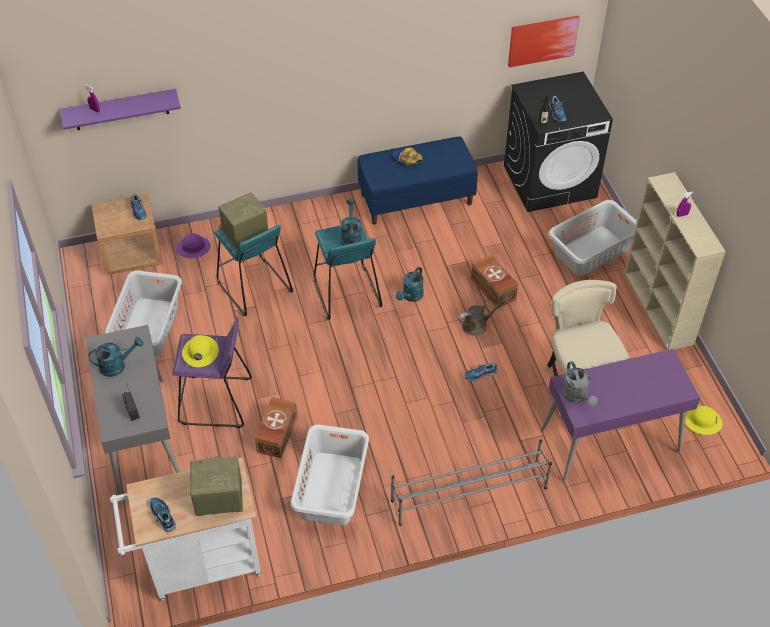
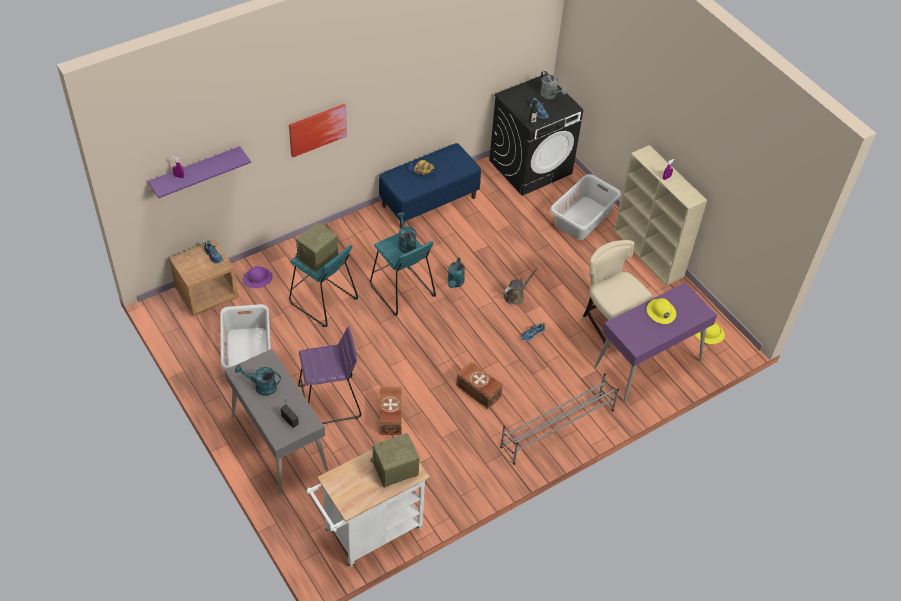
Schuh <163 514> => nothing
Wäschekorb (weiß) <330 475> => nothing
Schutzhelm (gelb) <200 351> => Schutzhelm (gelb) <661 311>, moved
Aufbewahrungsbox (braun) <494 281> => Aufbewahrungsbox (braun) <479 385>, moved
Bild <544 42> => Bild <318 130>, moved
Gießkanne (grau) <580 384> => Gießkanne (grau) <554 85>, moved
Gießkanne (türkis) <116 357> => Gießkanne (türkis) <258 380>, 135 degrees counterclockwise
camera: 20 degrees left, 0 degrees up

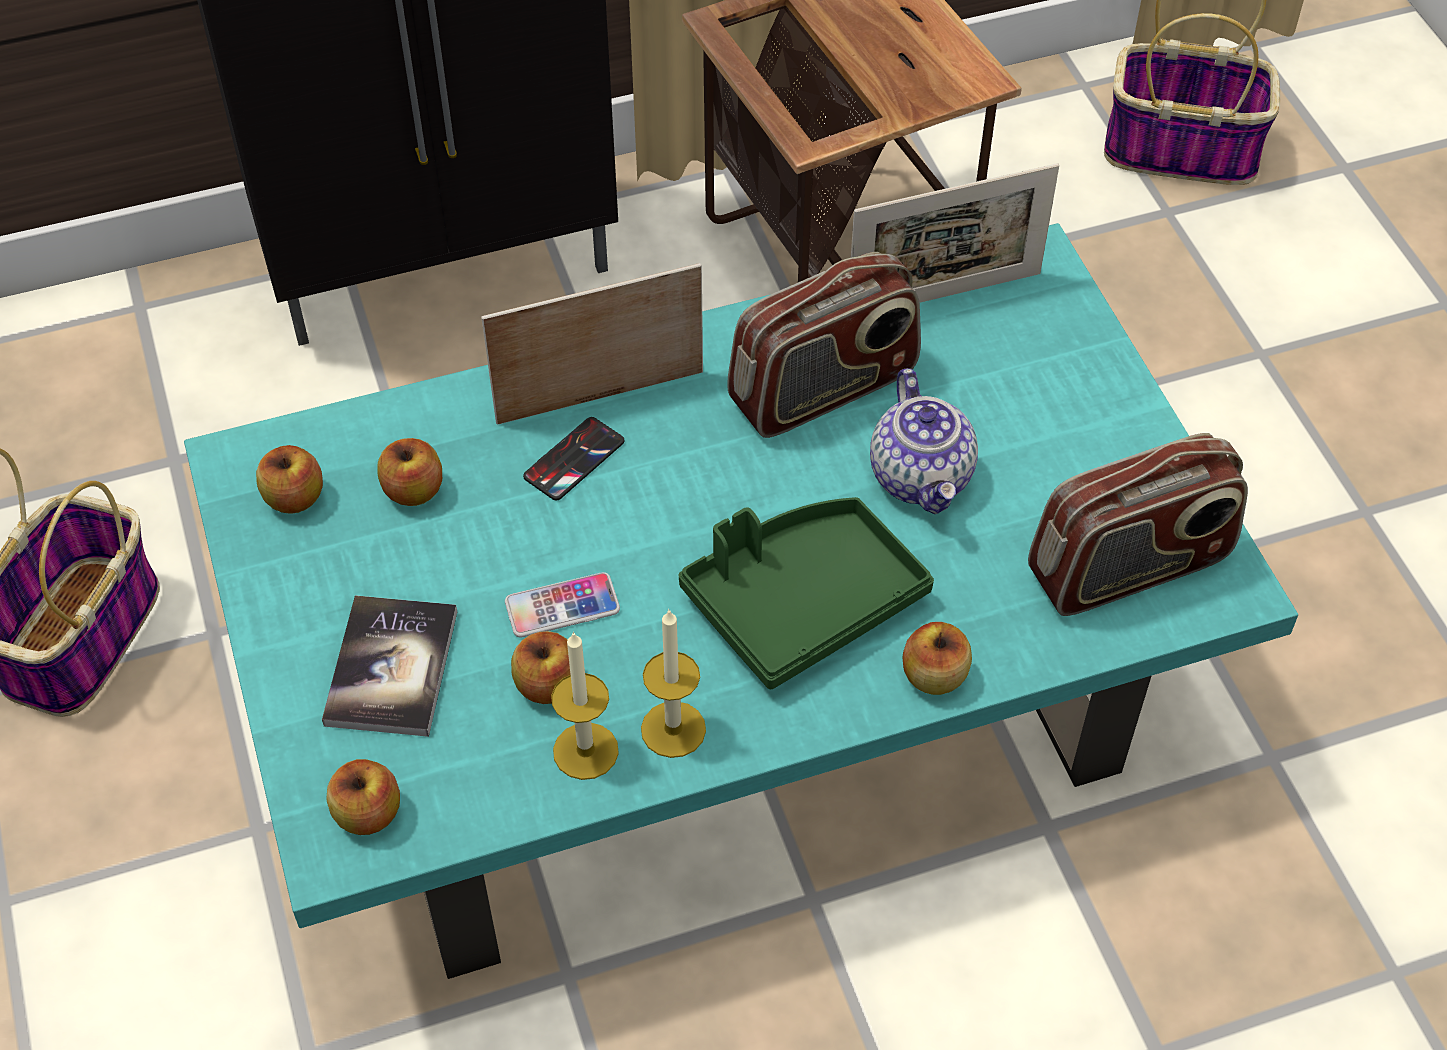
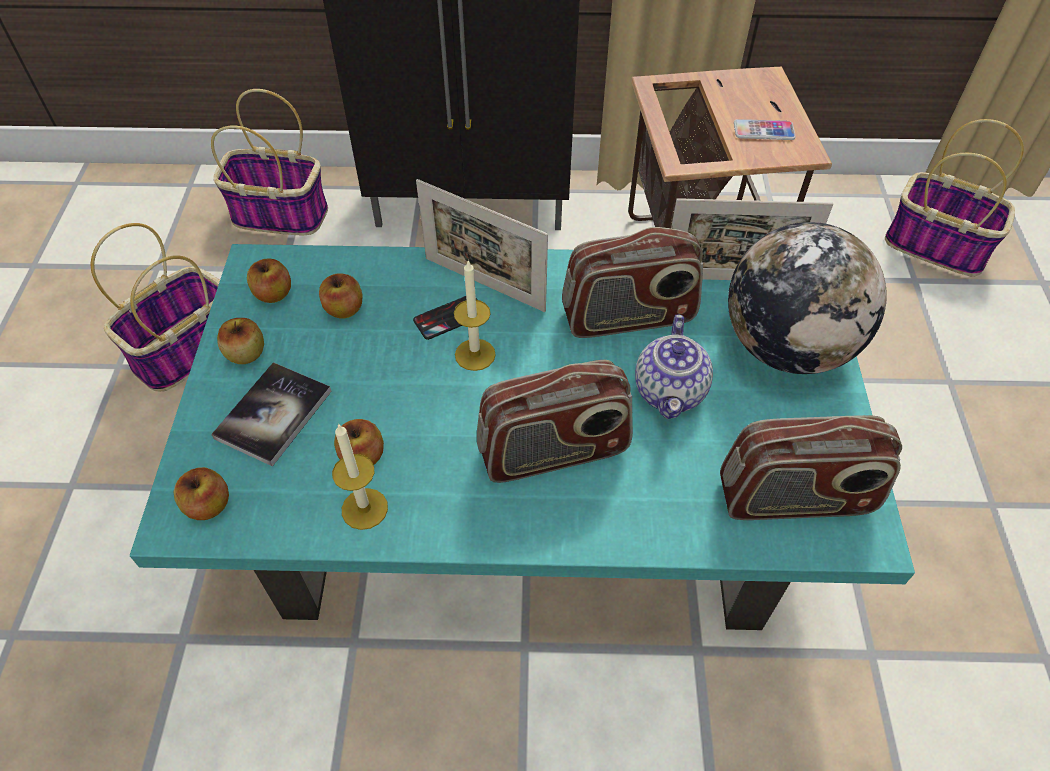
nothing => Korb <269 162>
nothing => Globus <807 298>
Handy <562 605> => Handy <765 129>, moved
Kerze <673 683> => Kerze <475 315>, moved
Apfel <937 658> => Apfel <240 341>, moved
Tablett (grün) <806 593> => Radio <555 421>
Bilderrahmen <592 343> => Bilderrahmen <482 245>, 150 degrees counterclockwise
camera: 20 degrees right, 0 degrees up

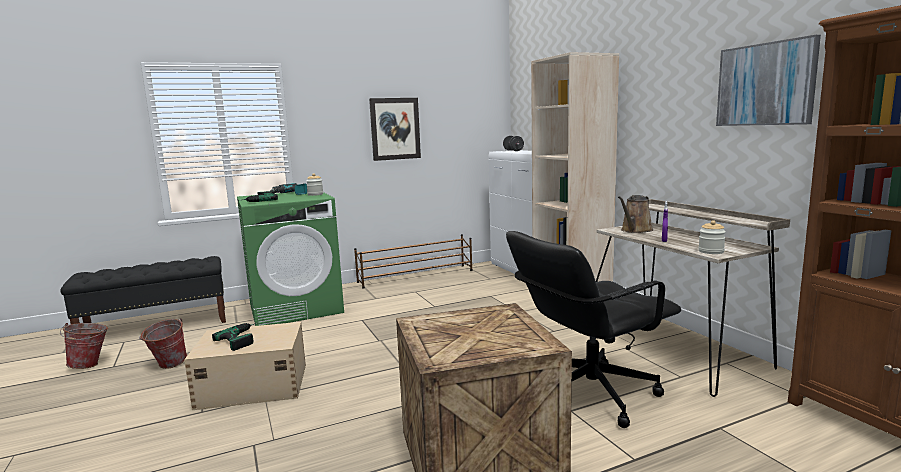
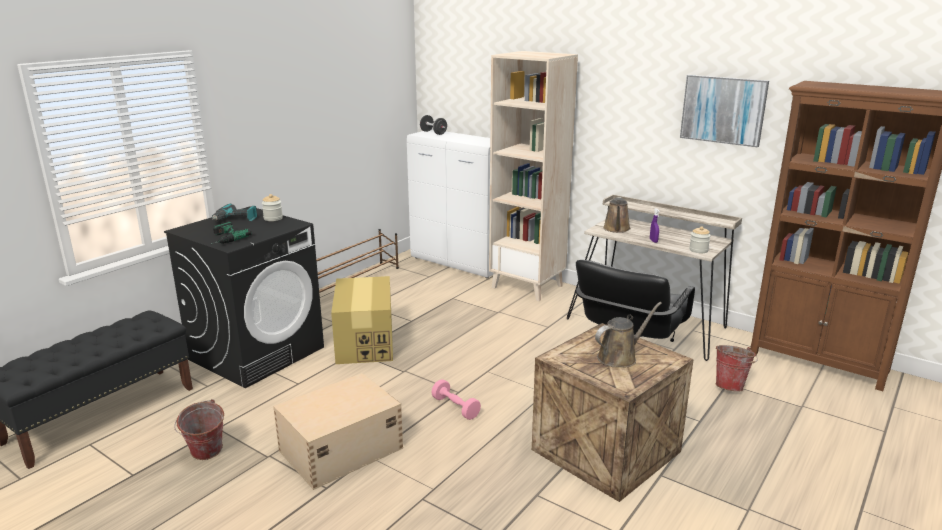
Bohrmaschine <235 336> => nothing
Bild <395 129> => nothing
nothing => Karton <362 320>
nothing => Hantel (rosa) <456 399>
nothing => Gießkanne (braun) <628 335>
Eimer <84 346> => Eimer <737 368>, moved
Waschmaschine (grün) <290 259> => Waschmaschine (schwarz) <244 297>
camera: 30 degrees left, 10 degrees up

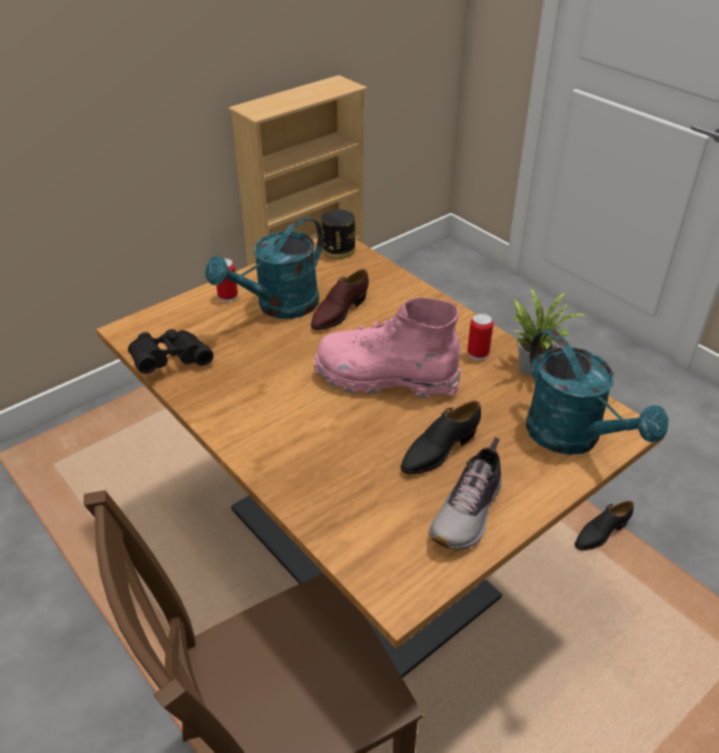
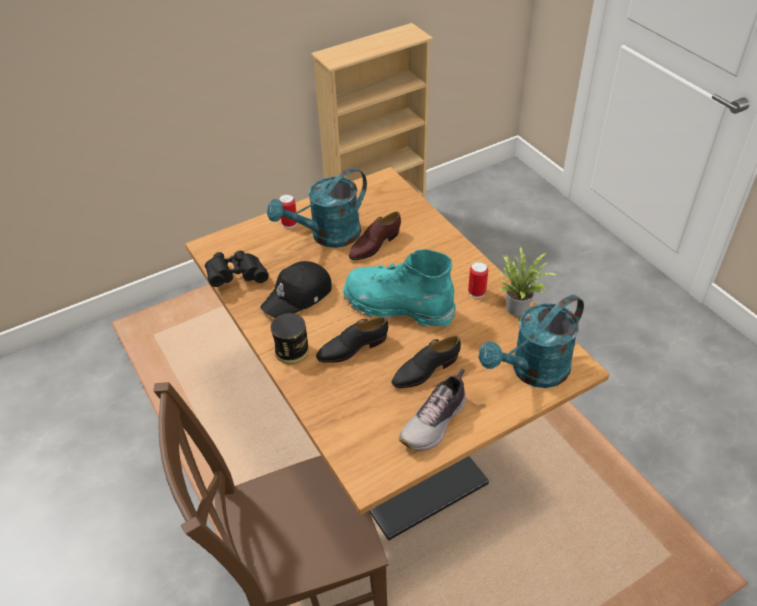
nothing => Kappe (schwarz) <296 289>
Dose <338 234> => Dose <289 338>, moved
Schuh (schwarz) <604 525> => Schuh (schwarz) <352 340>, moved
Stiefel (rosa) <387 348> => Stiefel (türkis) <399 288>
Gießkanne (türkis) <597 392> => Gießkanne (türkis) <531 341>, 75 degrees clockwise
camera: 10 degrees right, 5 degrees up

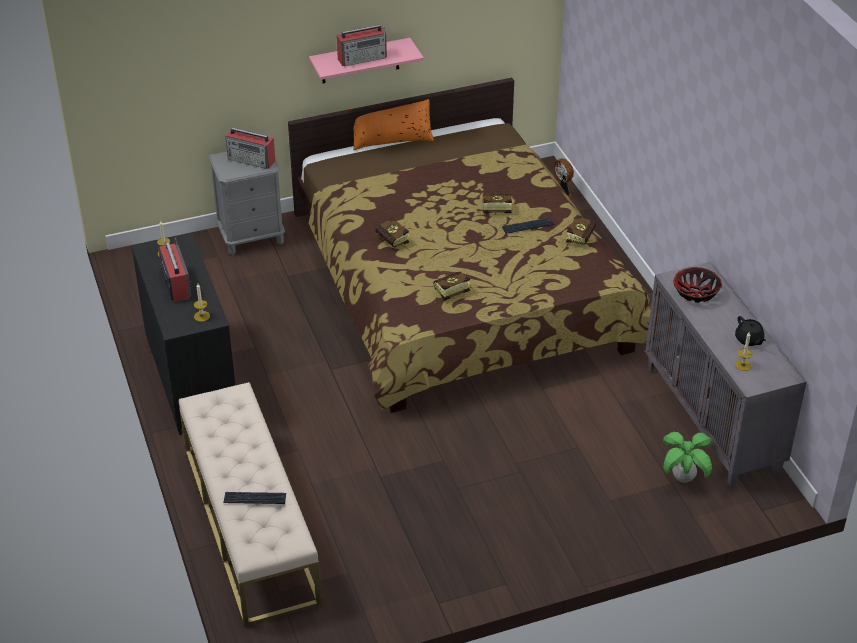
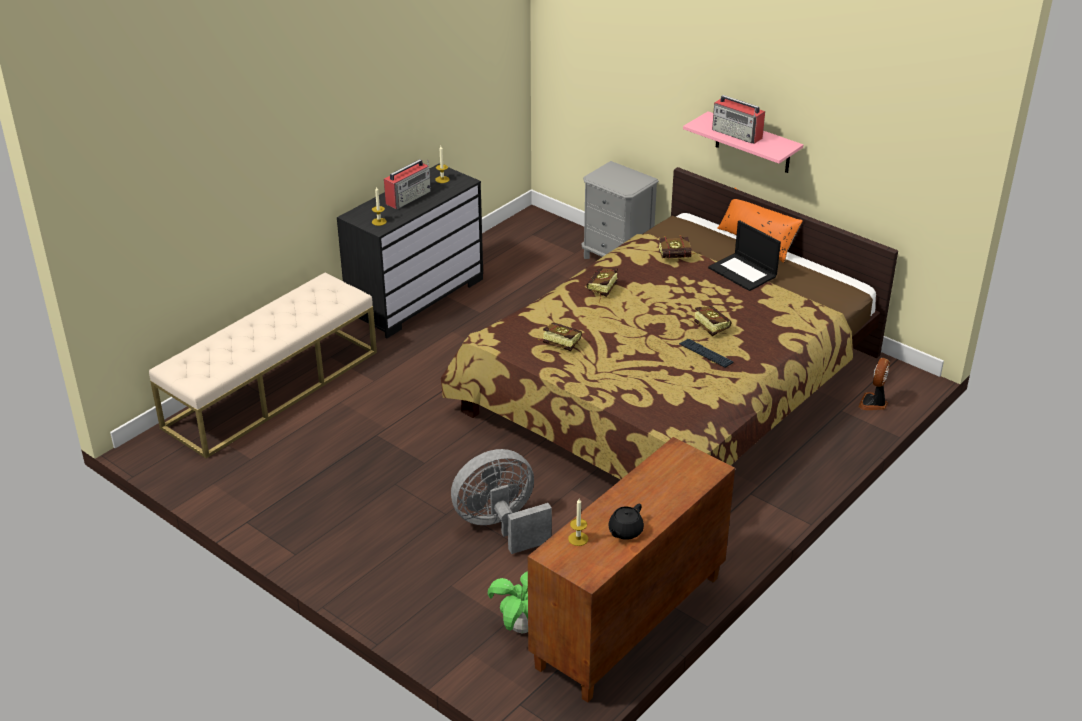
Tastatur <254 498> => nothing
Radio <250 148> => nothing
Schüssel <697 285> => nothing
nothing => Ventilator (grau) <501 501>
nothing => Laptop <744 255>
Buch <581 230> => Buch <677 246>, moved
Schrank (grau) <726 375> => Schrank (braun) <631 569>
camera: 60 degrees right, 5 degrees down

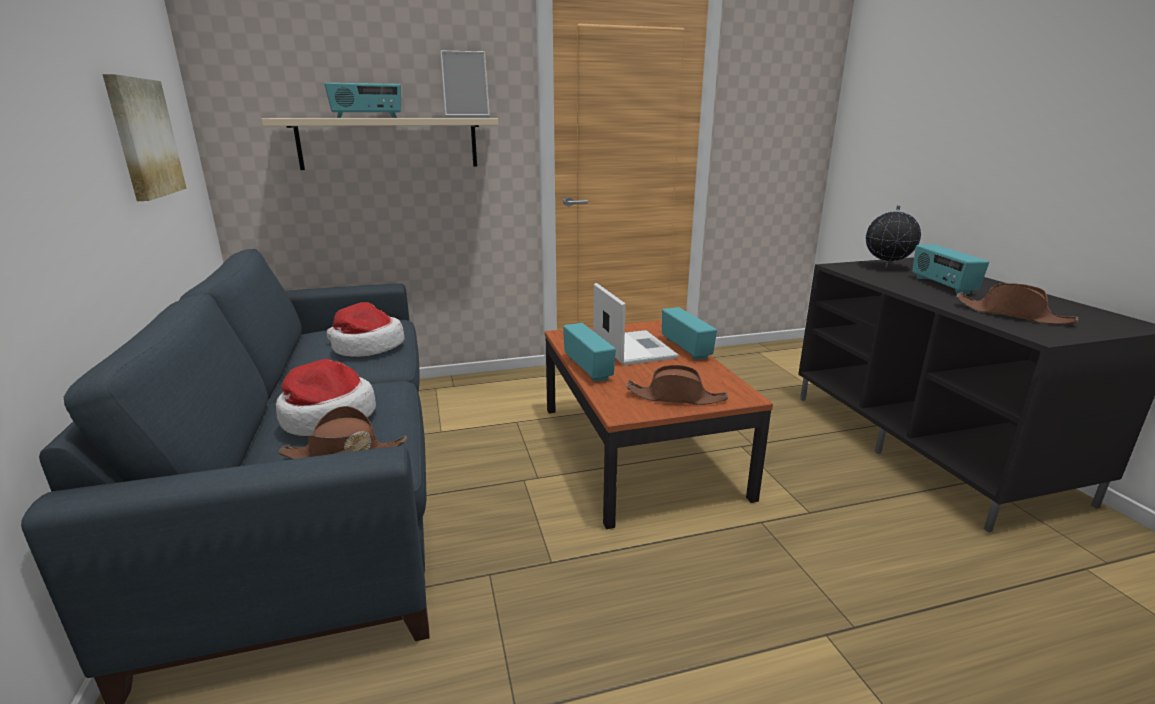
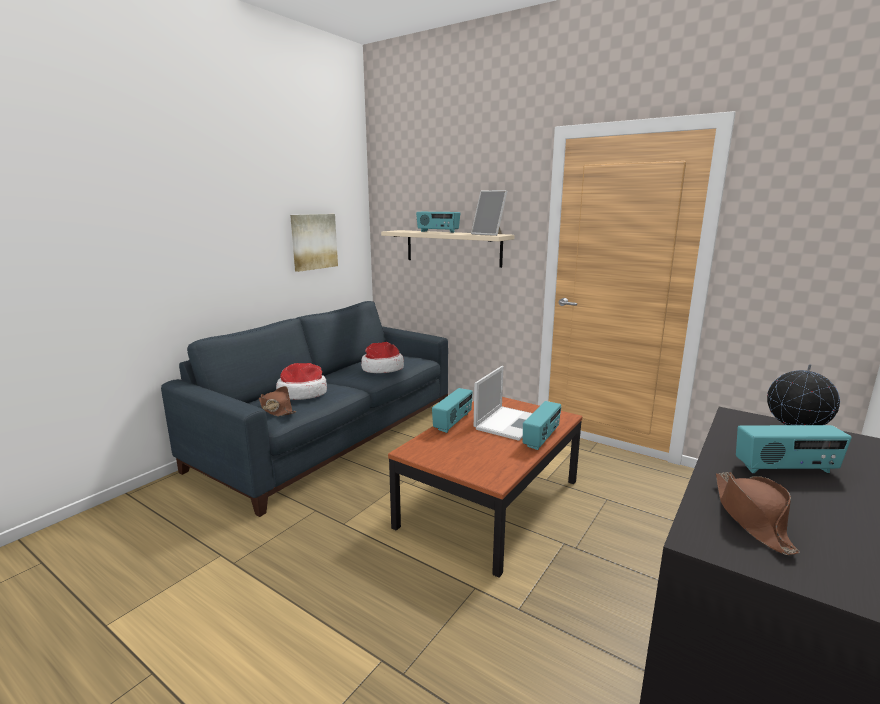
Hut (braun) <677 385> => nothing
Radio <950 269> => Radio <794 449>, 135 degrees counterclockwise
camera: 50 degrees right, 5 degrees down

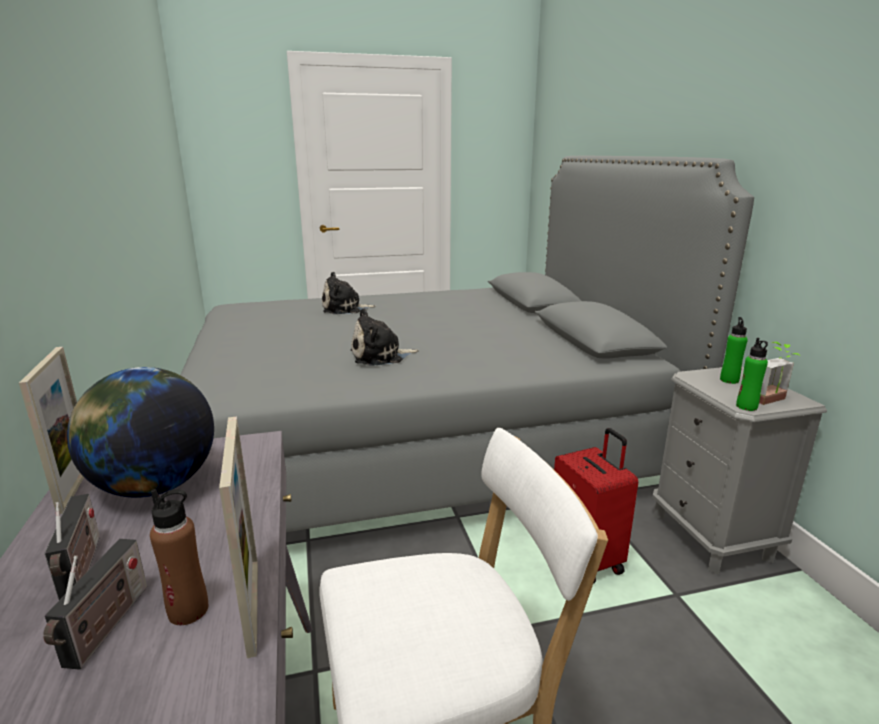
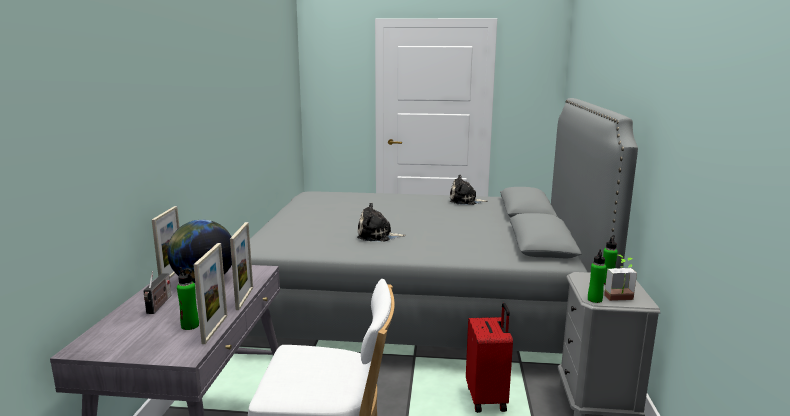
Radio <95 604> => nothing
nothing => Bilderrahmen <241 266>
Plüschtier <349 293> => Plüschtier <469 190>, moved
Flasche (braun) <179 557> => Flasche (grün) <188 298>
camera: 20 degrees right, 5 degrees down

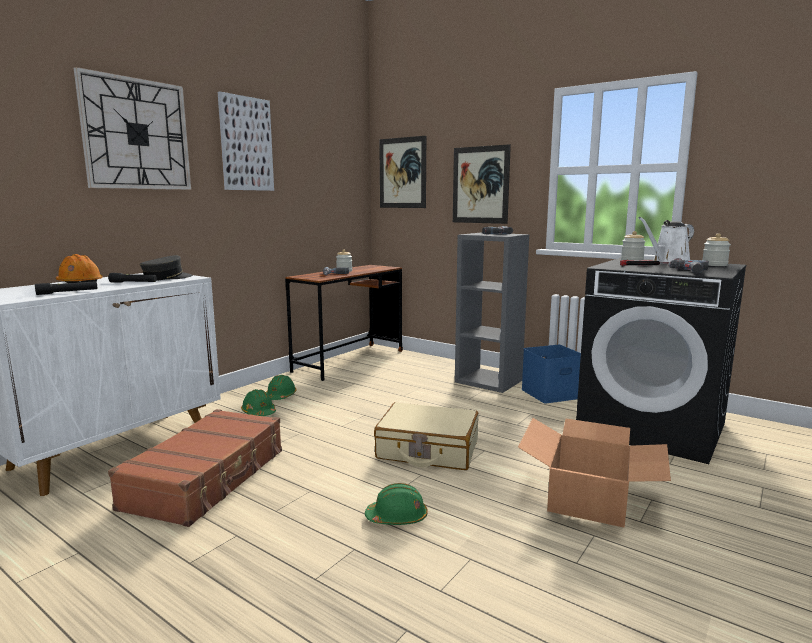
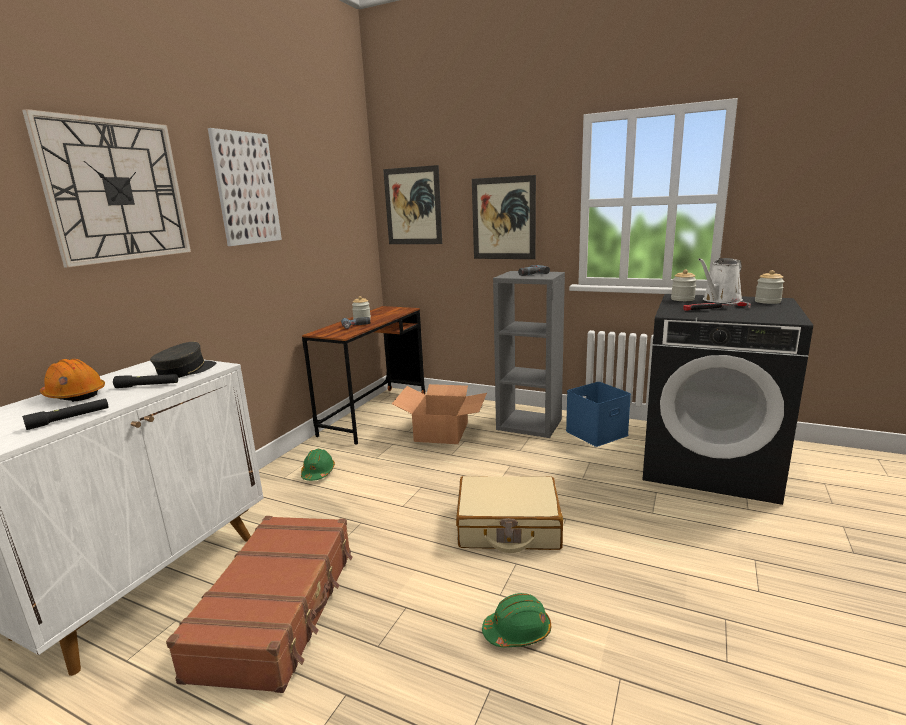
Schutzhelm (grün) <258 402> => nothing
Bohrmaschine <688 267> => nothing
Karton <594 473> => Karton <439 414>, moved
camera: 10 degrees left, 5 degrees up

